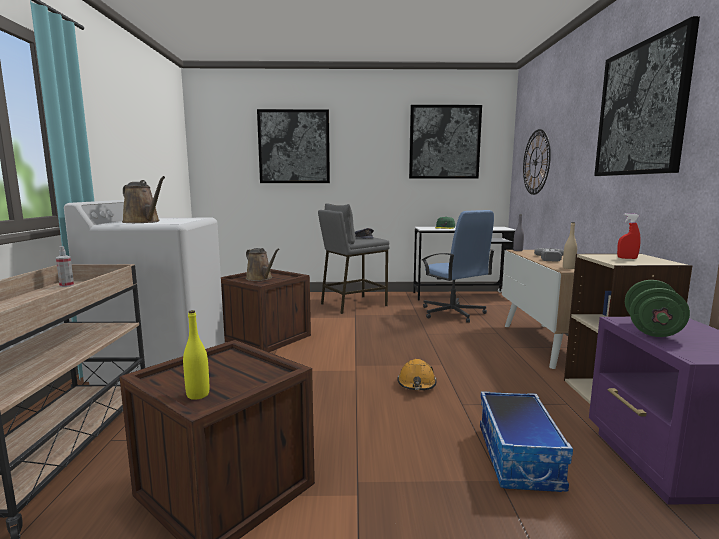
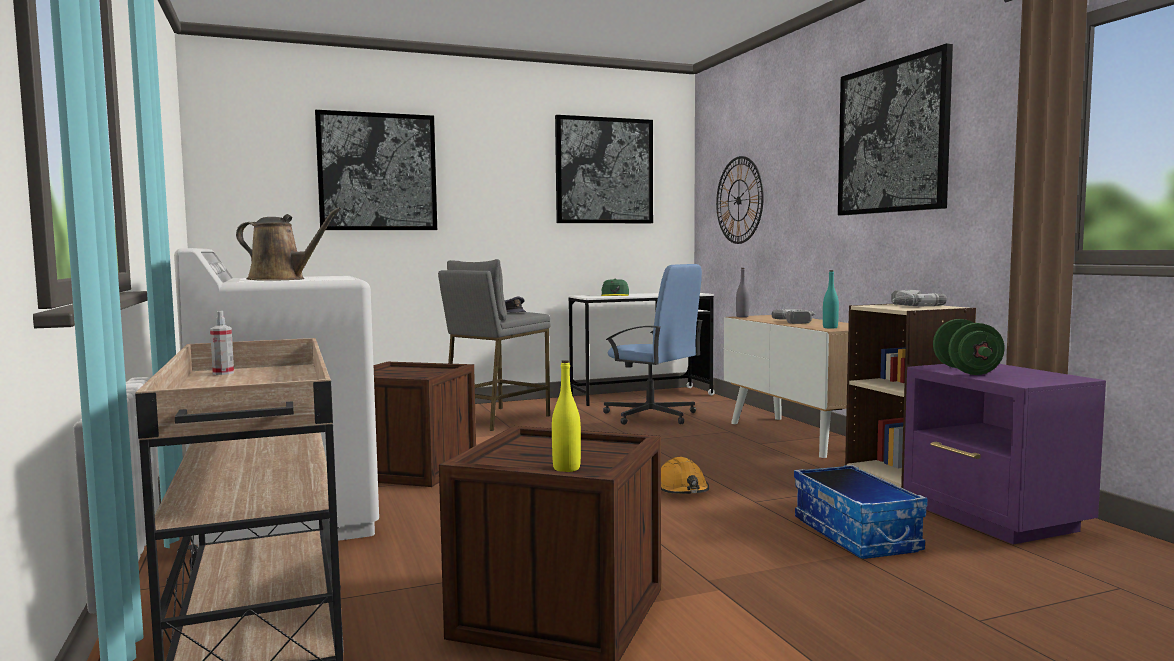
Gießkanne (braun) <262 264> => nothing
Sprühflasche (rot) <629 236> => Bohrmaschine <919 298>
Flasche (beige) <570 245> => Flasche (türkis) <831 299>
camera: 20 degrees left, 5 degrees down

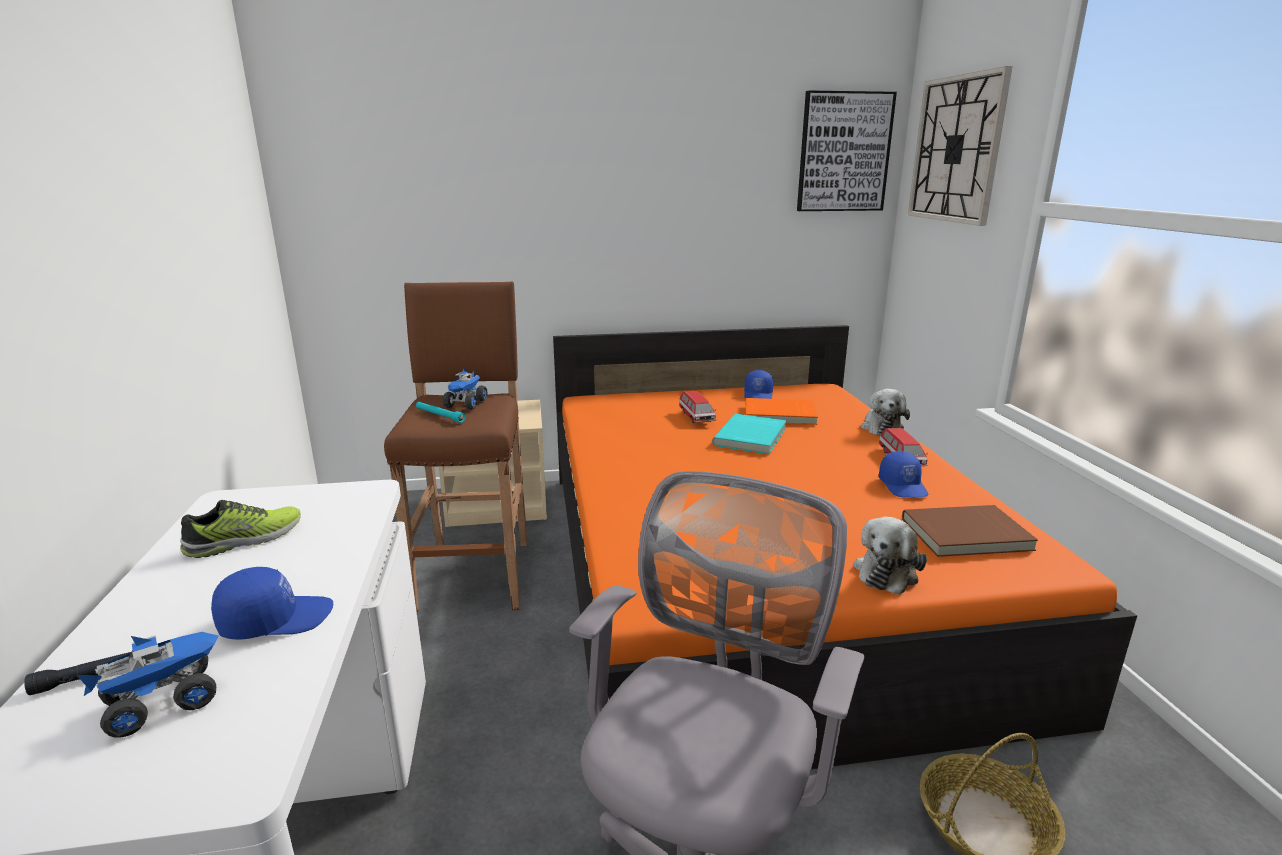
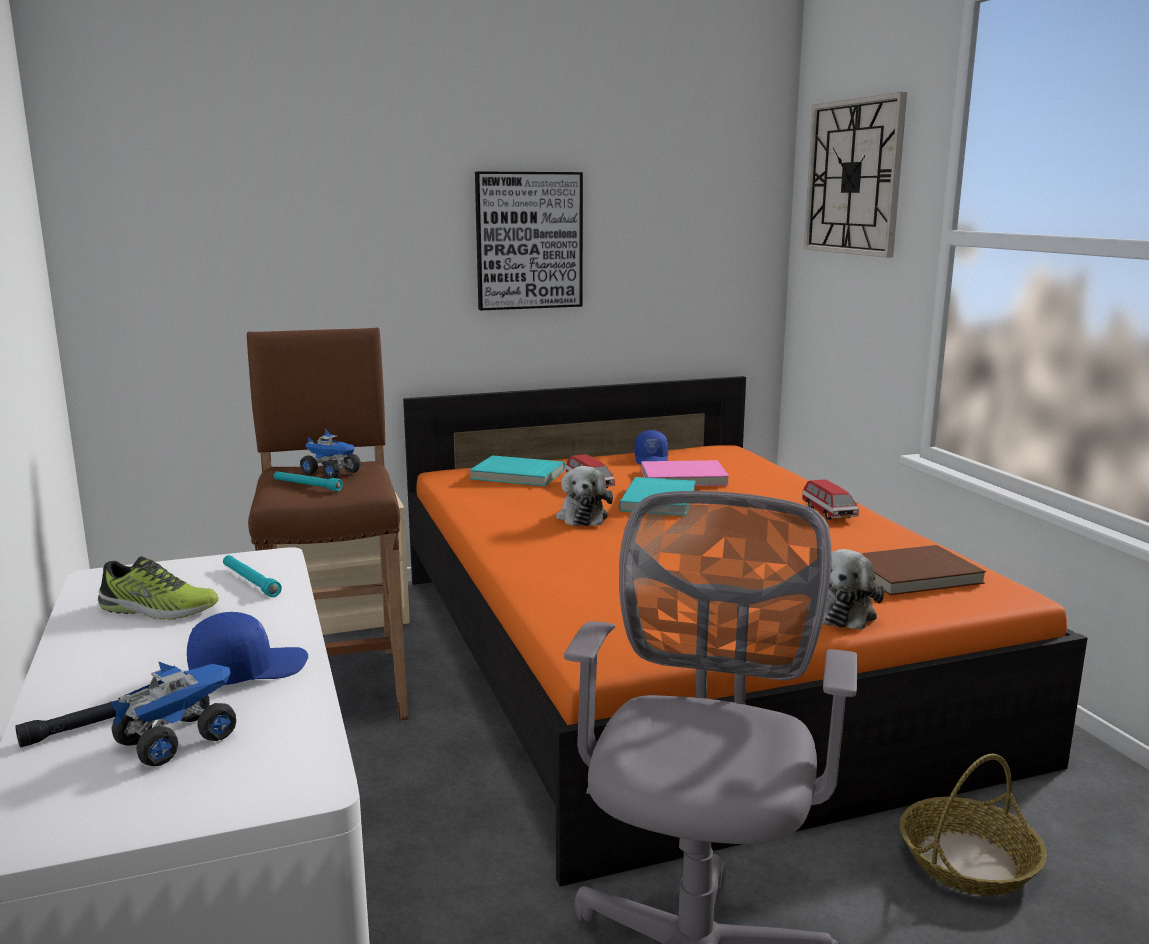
Kappe (blau) <903 474> => nothing
nothing => Taschenlampe (türkis) <252 576>
nothing => Buch (türkis) <517 470>
Bild <847 150> => Bild <529 240>, moved
Plüschtier <885 412> => Plüschtier <584 496>, moved
Buch (orange) <782 411> => Buch (rosa) <685 473>
Schuh <240 529> => Schuh <158 588>, 60 degrees clockwise
Spielzeuglaster <465 388> => Spielzeuglaster <330 453>, 60 degrees counterclockwise
camera: 10 degrees left, 5 degrees down

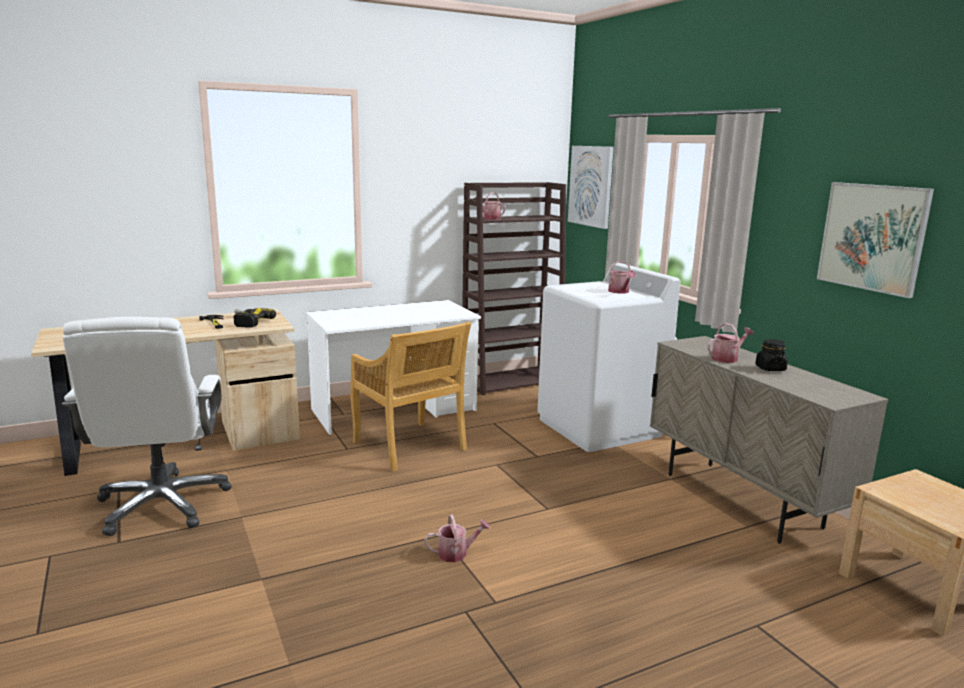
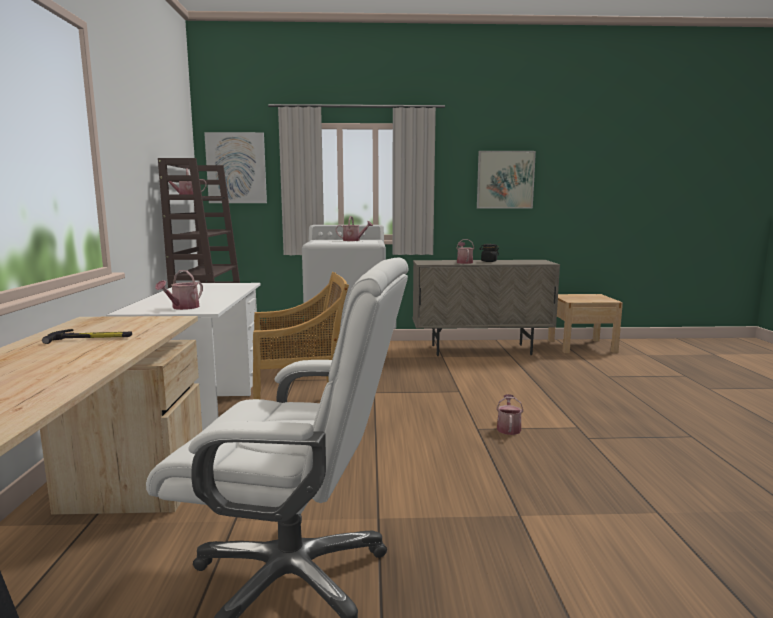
Bohrmaschine <254 318> => nothing
nothing => Gießkanne <179 290>
camera: 65 degrees left, 5 degrees down

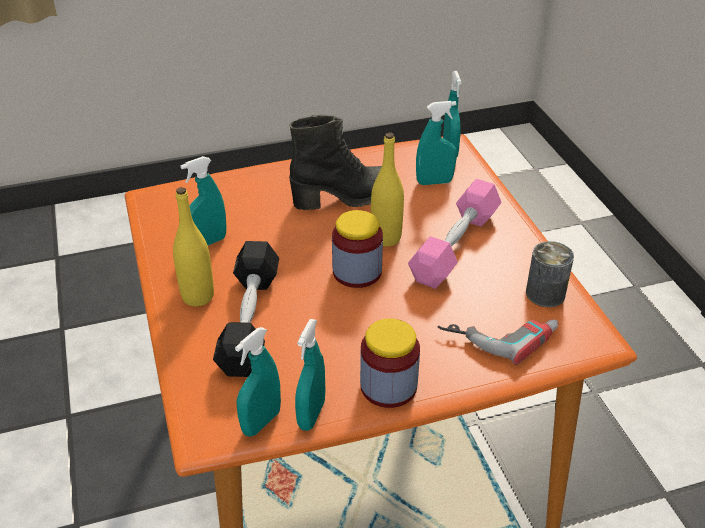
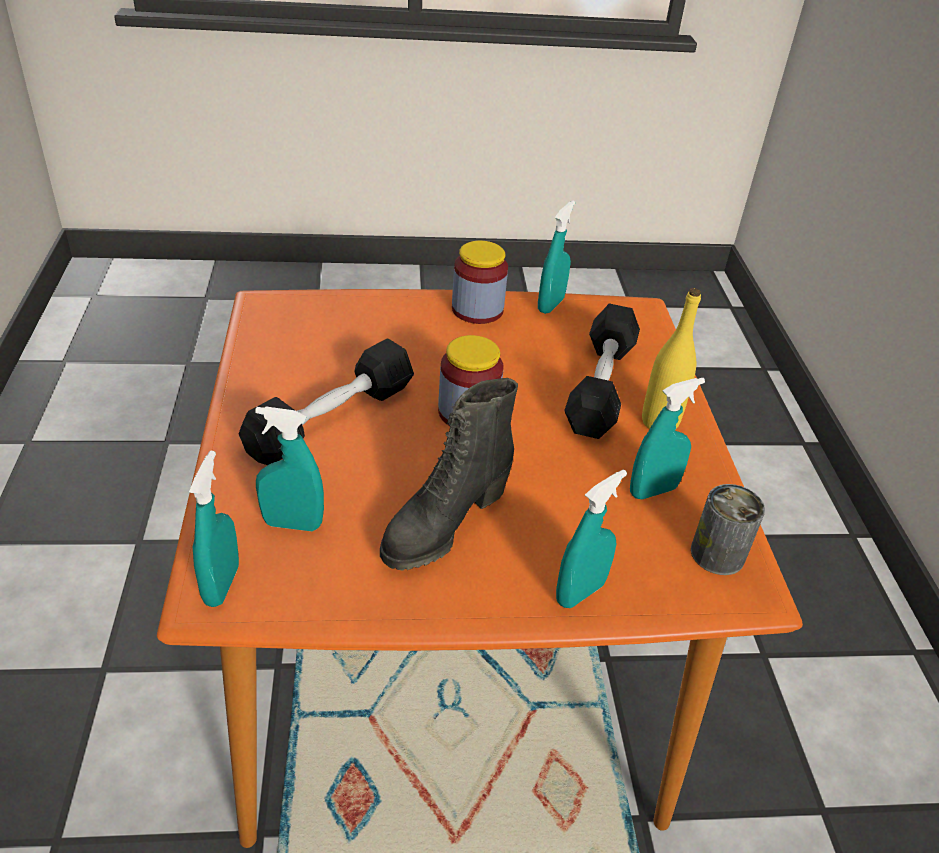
Flasche (gelb) <387 190> => nothing
Bohrmaschine <497 342> => nothing
Sprühflasche (türkis) <258 382> => Sprühflasche (türkis) <591 538>, moved
Dose <550 274> => Dose <728 529>, moved
Hantel (rosa) <454 234> => Hantel (schwarz) <326 401>
Stiefel (schwarz) <335 162> => Stiefel (schwarz) <449 474>, 45 degrees counterclockwise
camera: 170 degrees left, 0 degrees up

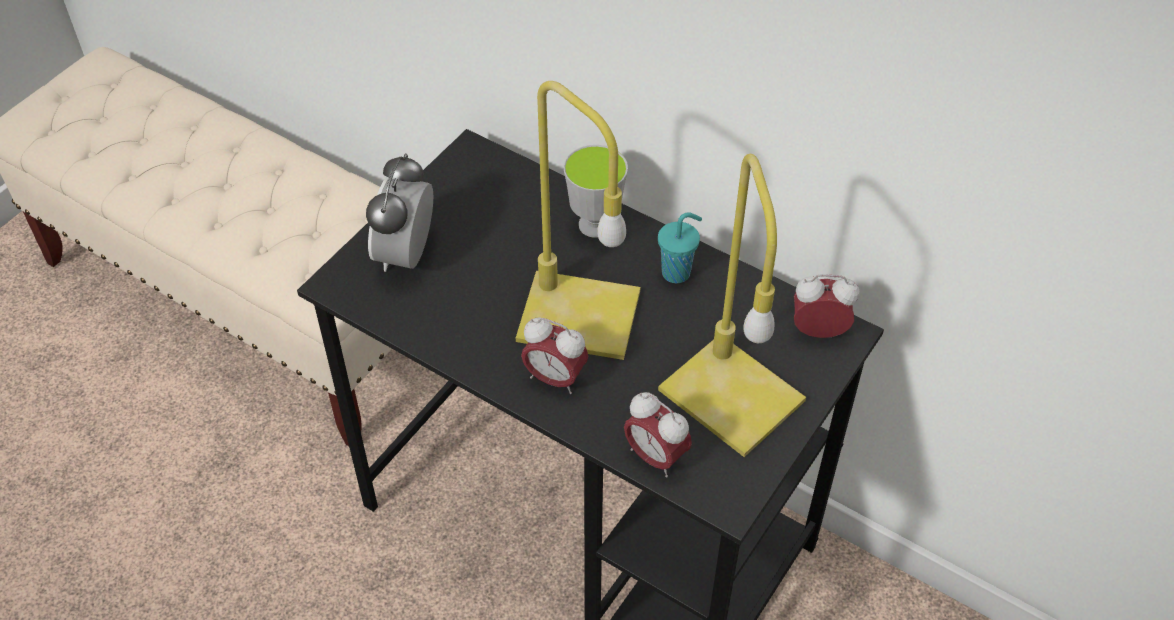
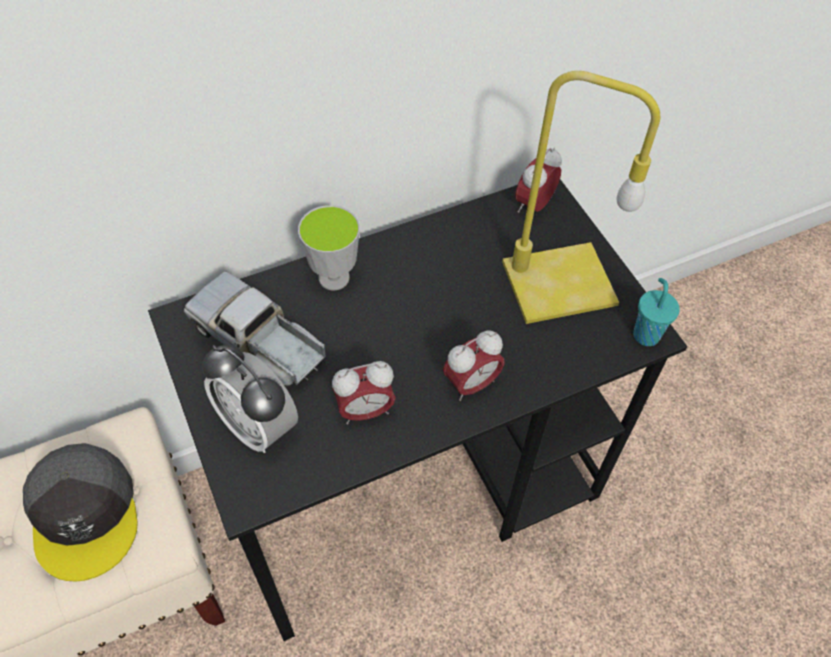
Tischlampe (gelb) <578 220> => nothing
nothing => Kappe (grau) <80 512>
nothing => Spielzeuglaster <255 329>
Wecker <658 434> => Wecker <364 392>, moved
Tasse (türkis) <680 248> => Tasse (türkis) <656 312>, moved
camera: 60 degrees left, 5 degrees up

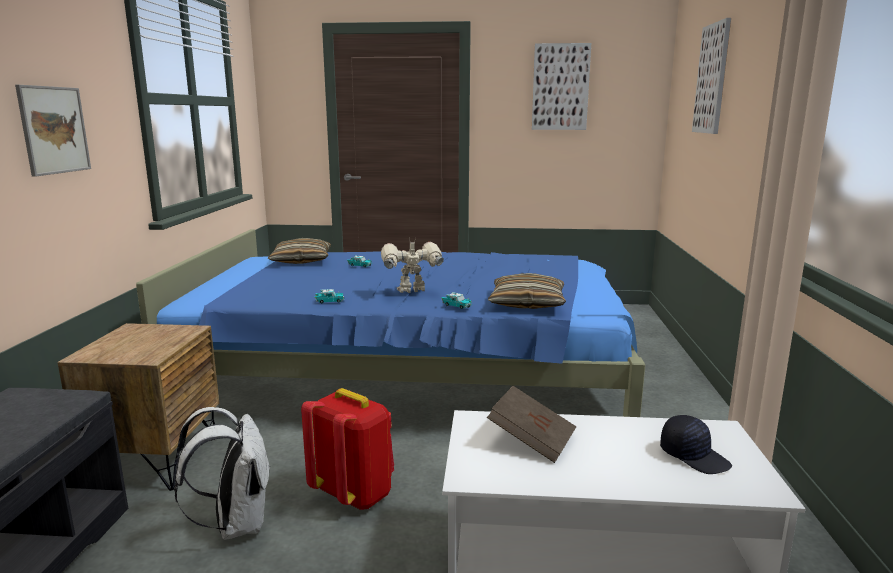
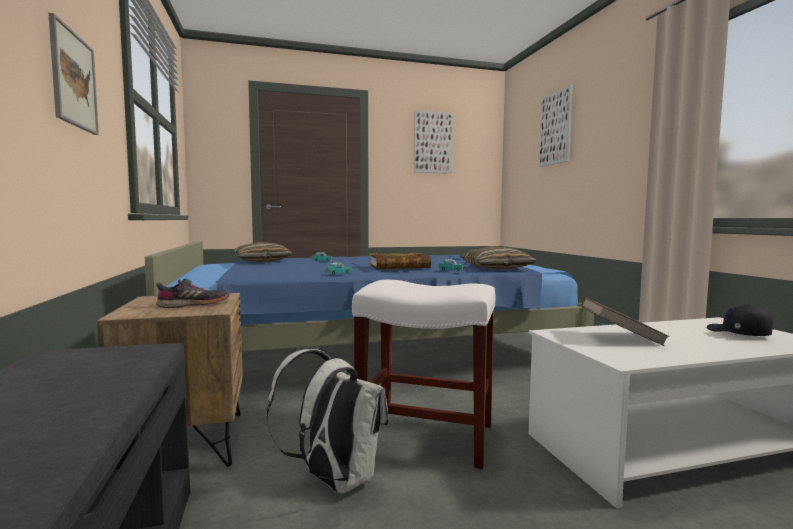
nothing => Schuh (grau) <192 293>
Rucksack (rot) <347 449> => Hocker (weiß) <423 374>
Spielzeugroboter <412 265> => Buch <400 261>
Kappe (schwarz) <696 444> => Kappe (schwarz) <740 320>, 135 degrees counterclockwise
camera: 20 degrees left, 10 degrees down

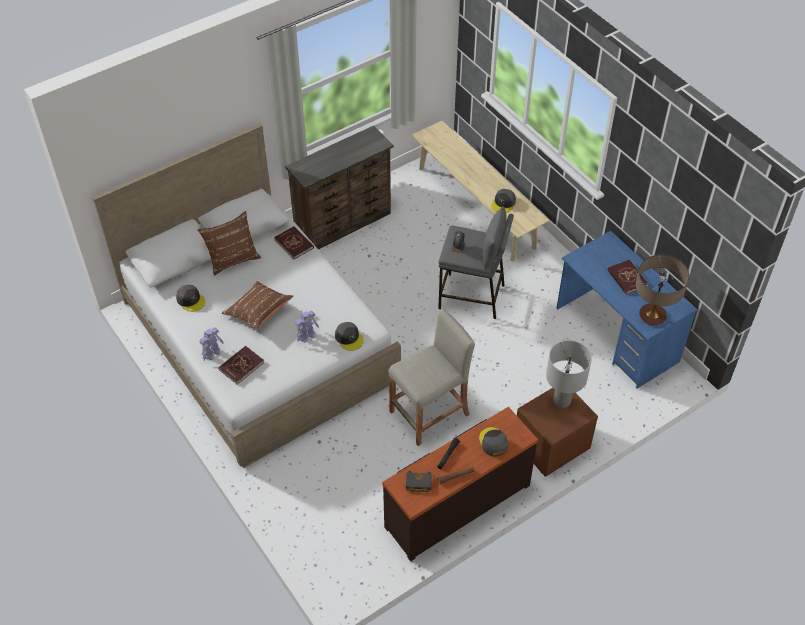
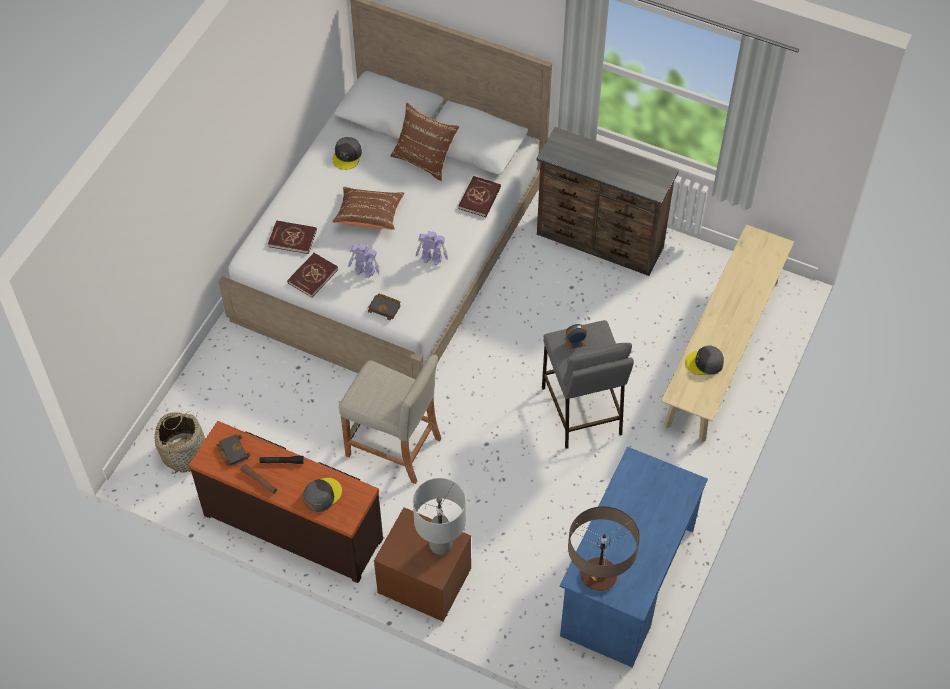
nothing => Korb <180 442>
Spielzeugroboter <212 344> => Spielzeugroboter <432 248>, moved
Buch (rot) <628 277> => Buch (rot) <312 275>, moved
Kappe (grau) <349 336> => Buch (schwarz) <384 307>
camera: 60 degrees right, 5 degrees up

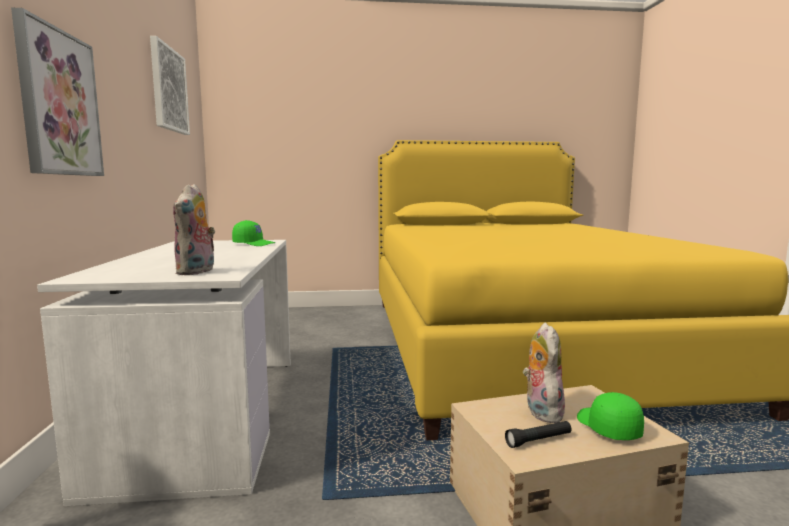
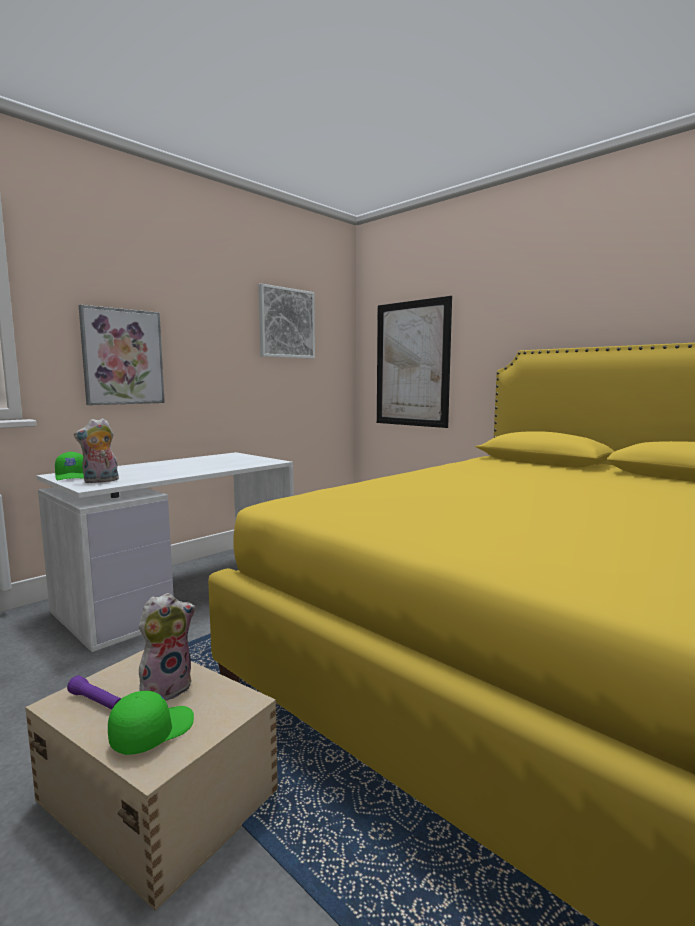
nothing => Bild <414 362>
Kappe (grün) <253 233> => Kappe (grün) <69 466>, moved
Taschenlampe (schwarz) <538 434> => Taschenlampe (lila) <94 693>
camera: 50 degrees right, 0 degrees up

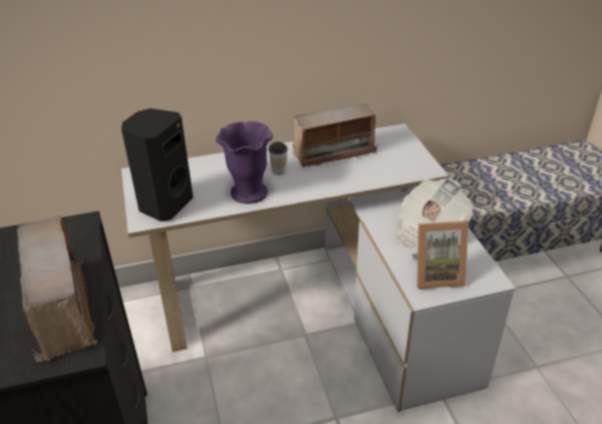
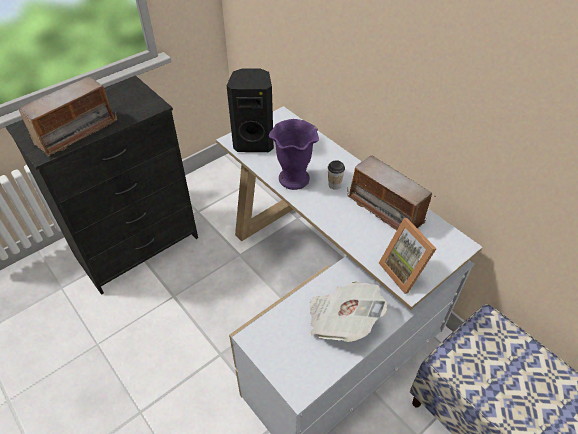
Bilderrahmen <440 255> => Bilderrahmen <408 256>, moved
camera: 65 degrees right, 10 degrees up

